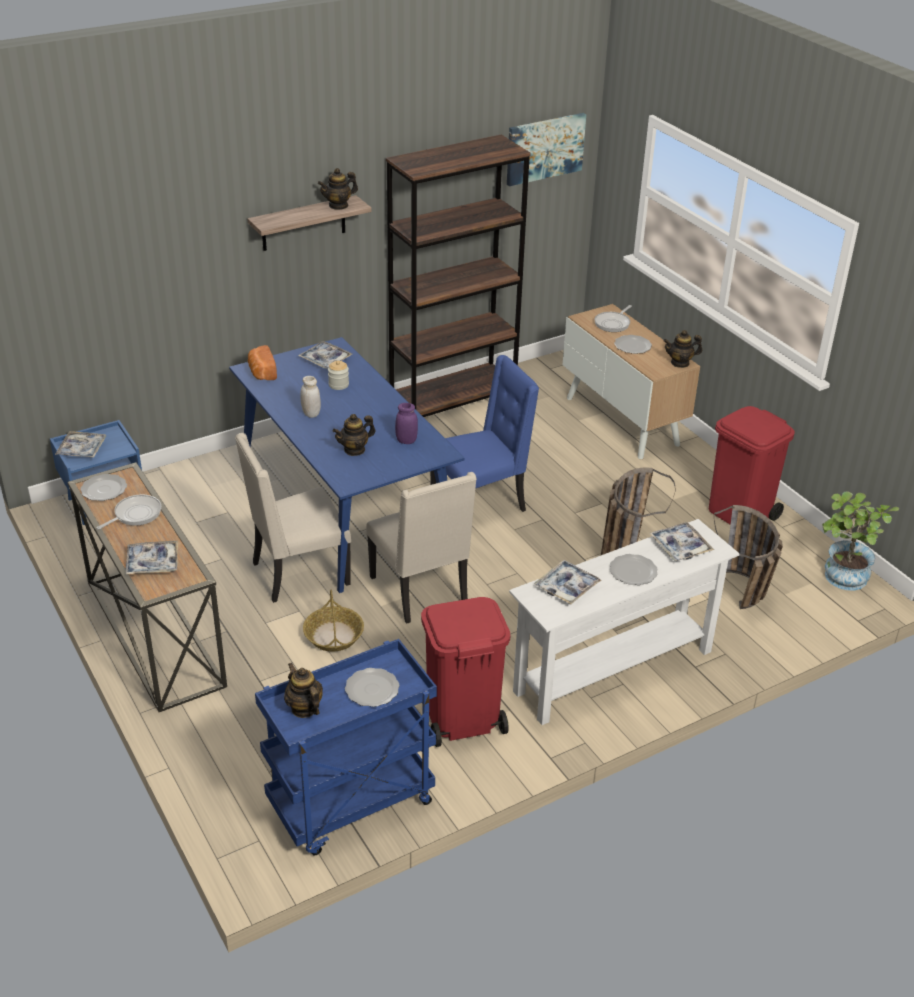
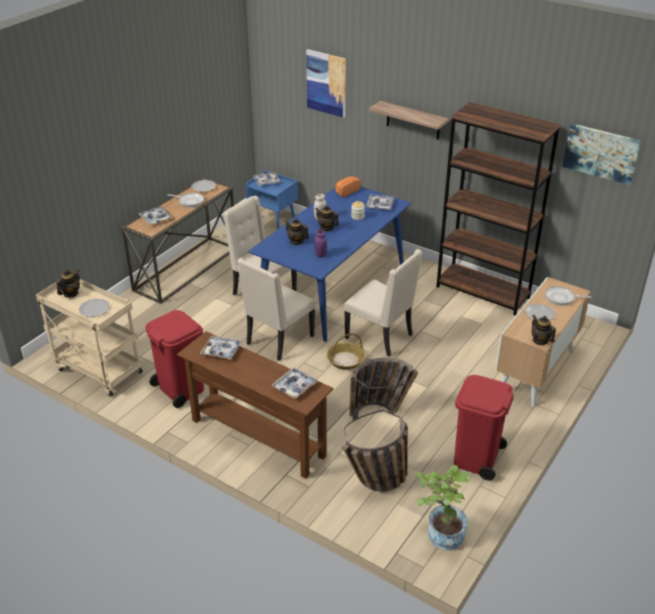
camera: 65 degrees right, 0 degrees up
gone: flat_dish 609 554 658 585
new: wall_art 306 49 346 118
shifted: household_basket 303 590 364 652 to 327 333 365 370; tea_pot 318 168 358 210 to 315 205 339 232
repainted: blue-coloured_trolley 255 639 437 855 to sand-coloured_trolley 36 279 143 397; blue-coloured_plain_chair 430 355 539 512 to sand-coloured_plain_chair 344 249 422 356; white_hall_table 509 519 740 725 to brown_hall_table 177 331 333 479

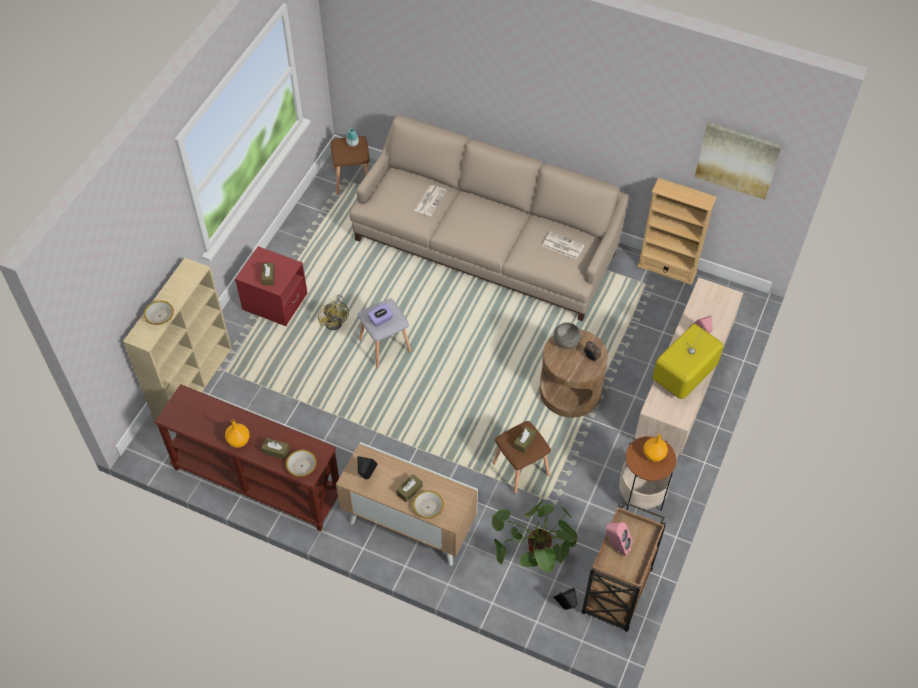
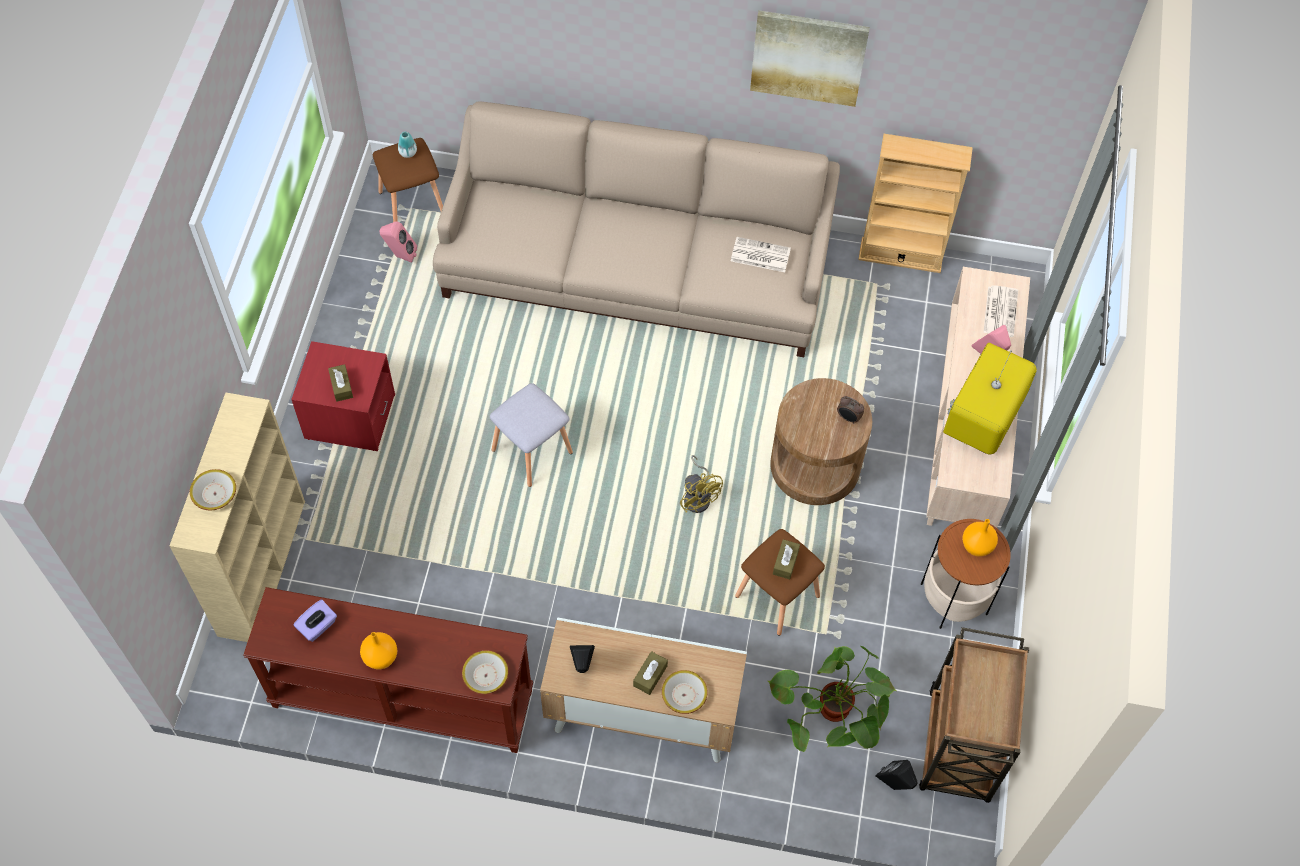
camera: 15 degrees left, 5 degrees up
gone: brown_box_of_tissues 261 438 289 460; gray_serving_bowl 553 322 581 349
shifted: yellowish_cooling_fan 318 295 349 330 to 680 455 723 513; purple-coloured_box_of_tissues 368 304 394 327 to 293 600 337 642; daily_paper 414 185 447 216 to 983 285 1018 337; pinkish_speaker 606 522 633 556 to 380 222 417 263; wall_art 695 122 782 200 to 750 10 870 107

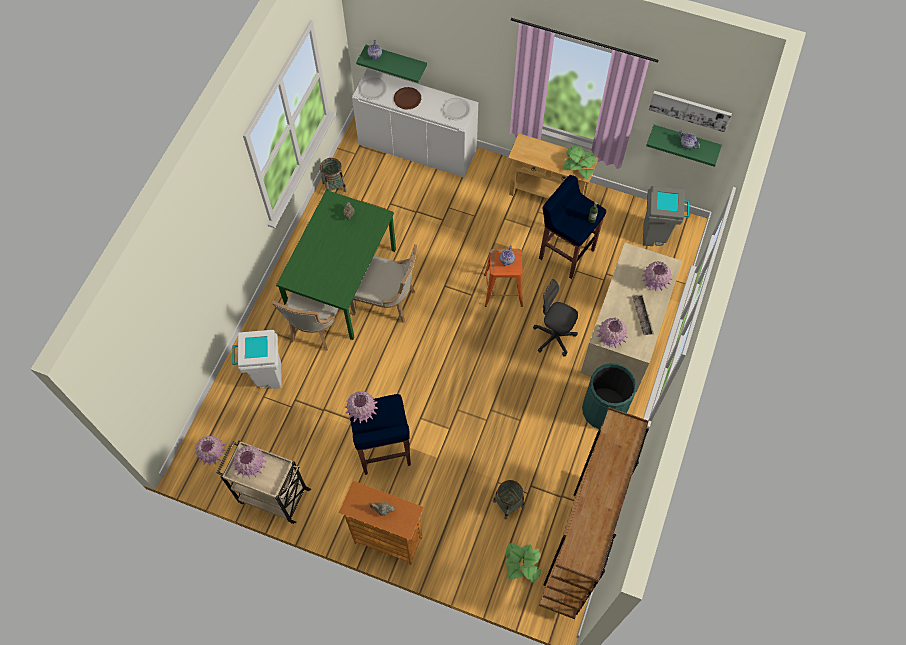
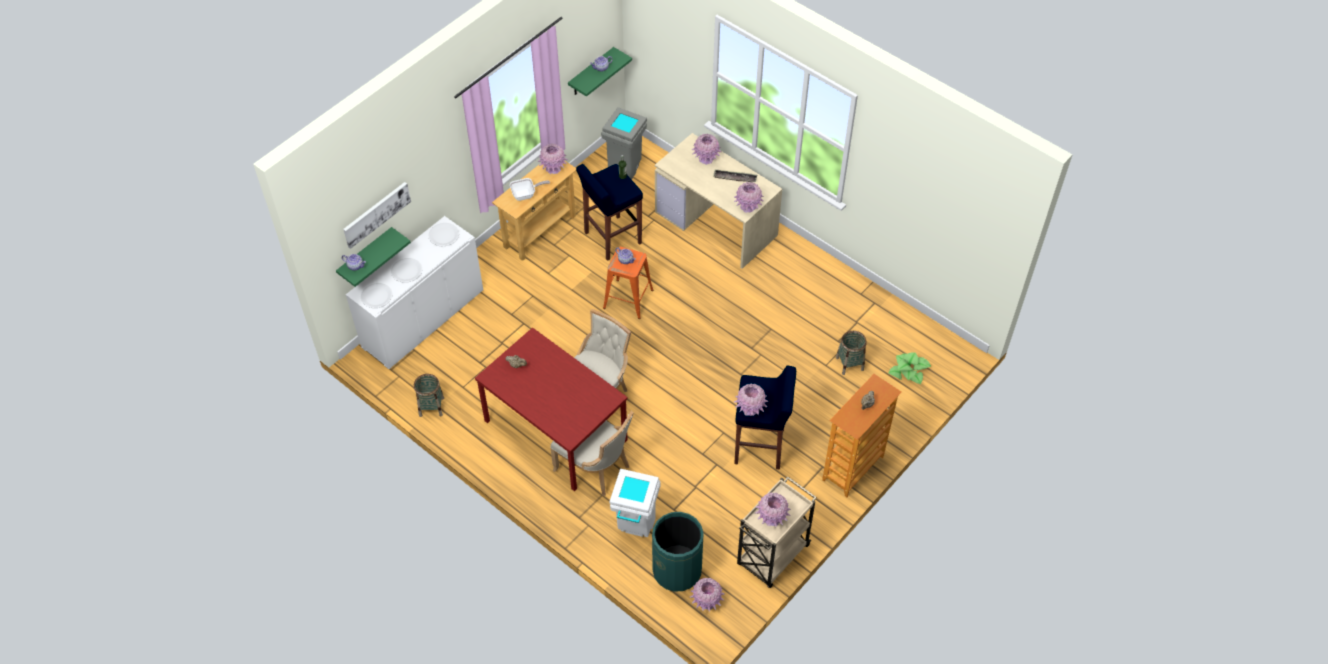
camera: 70 degrees left, 10 degrees down
gone: gray_office_chair 533 279 578 356; brown_bookshelf 539 407 649 619
new: skillet 510 178 550 201
shifted: green_waste_bin 582 363 637 429 to 652 512 704 592; wall_art 649 91 732 132 to 343 182 411 249
swapped: plant_in_a_pot 562 146 597 179 to pinkish_flower_vase 538 143 568 174
repainted: green_dinner_table 276 190 396 340 to red-coloured_dinner_table 475 328 628 491; brown_flat_dish 394 87 421 109 to white_flat_dish 391 258 422 283

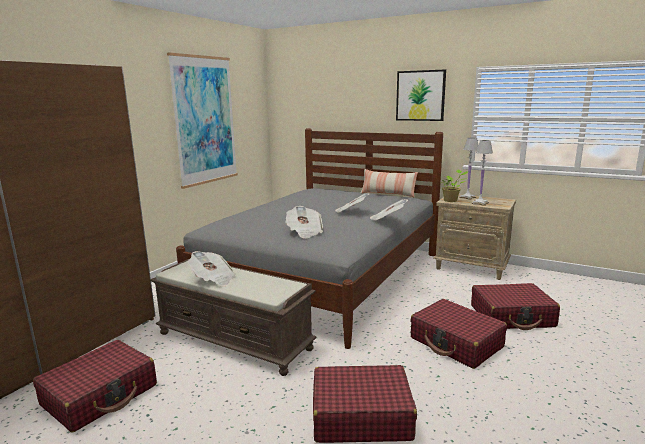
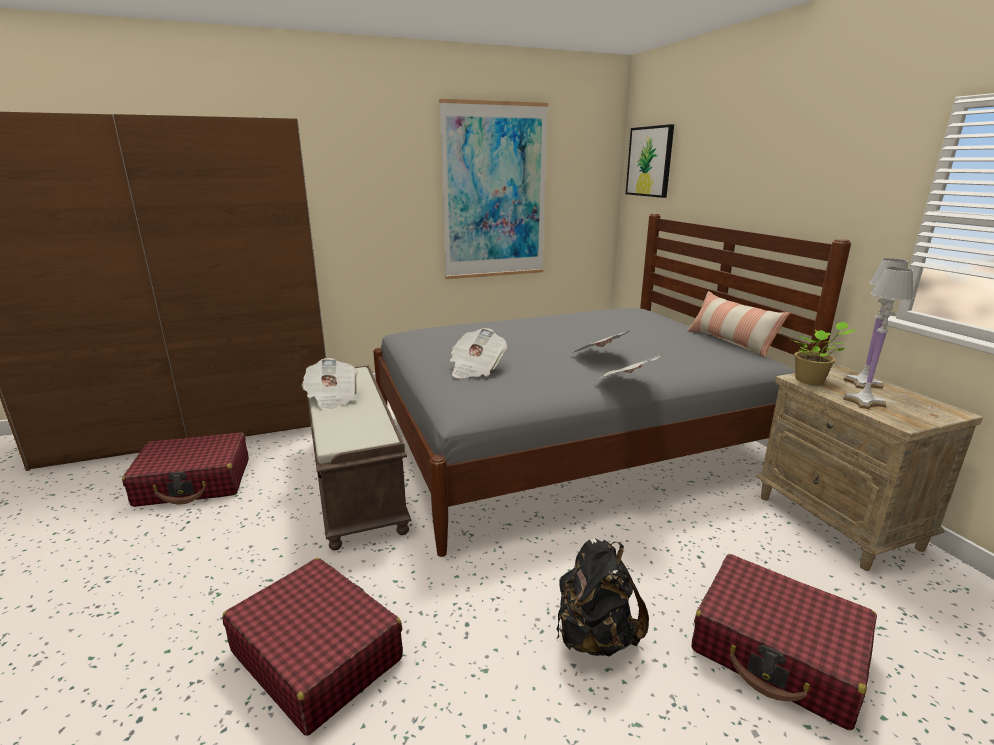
camera: 40 degrees right, 5 degrees up
shifted: wall_art 396 69 446 121 to 626 124 674 198
swapped: red-coloured_piece_of_luggage 410 299 507 369 to black-coloured_rucksack 557 538 649 657

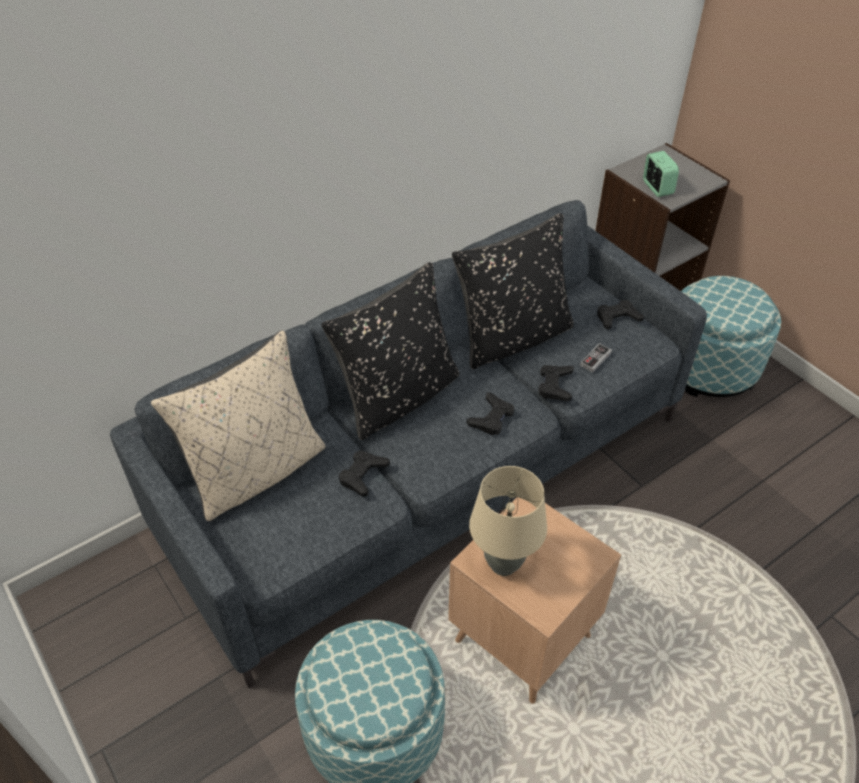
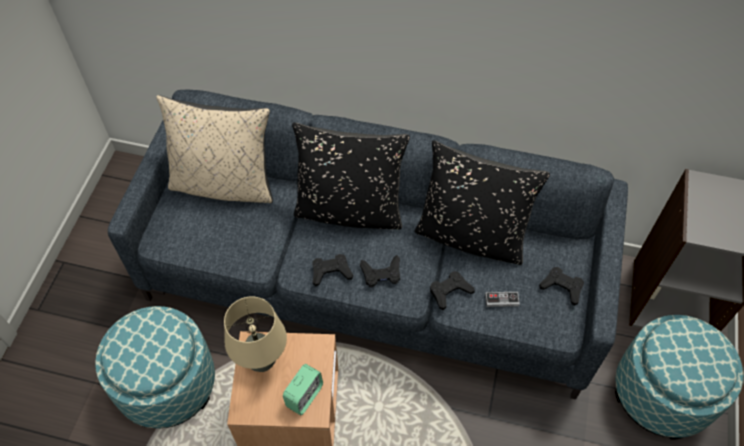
camera: 50 degrees right, 10 degrees up
shifted: black-coloured_joypad 339 450 390 496 to 312 254 353 286; table_clock 643 151 679 197 to 283 364 323 415

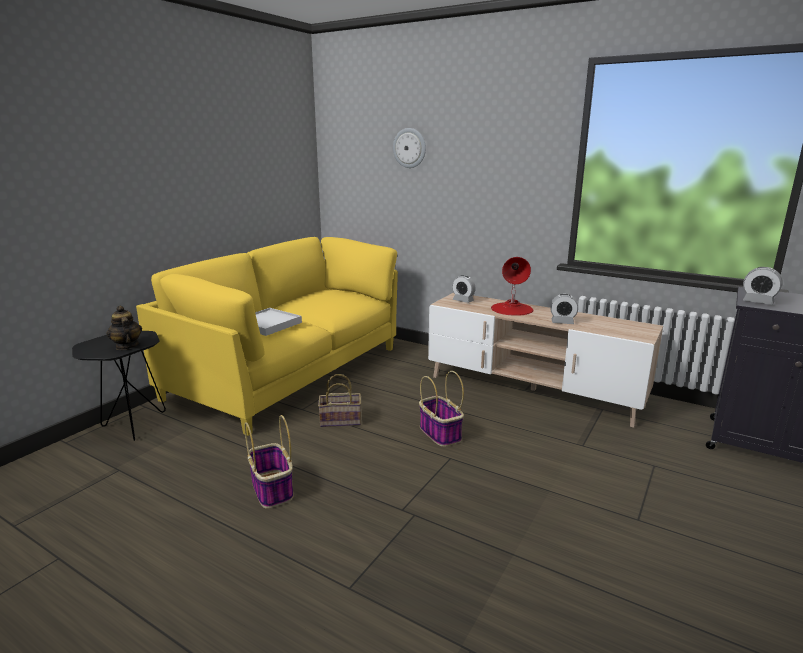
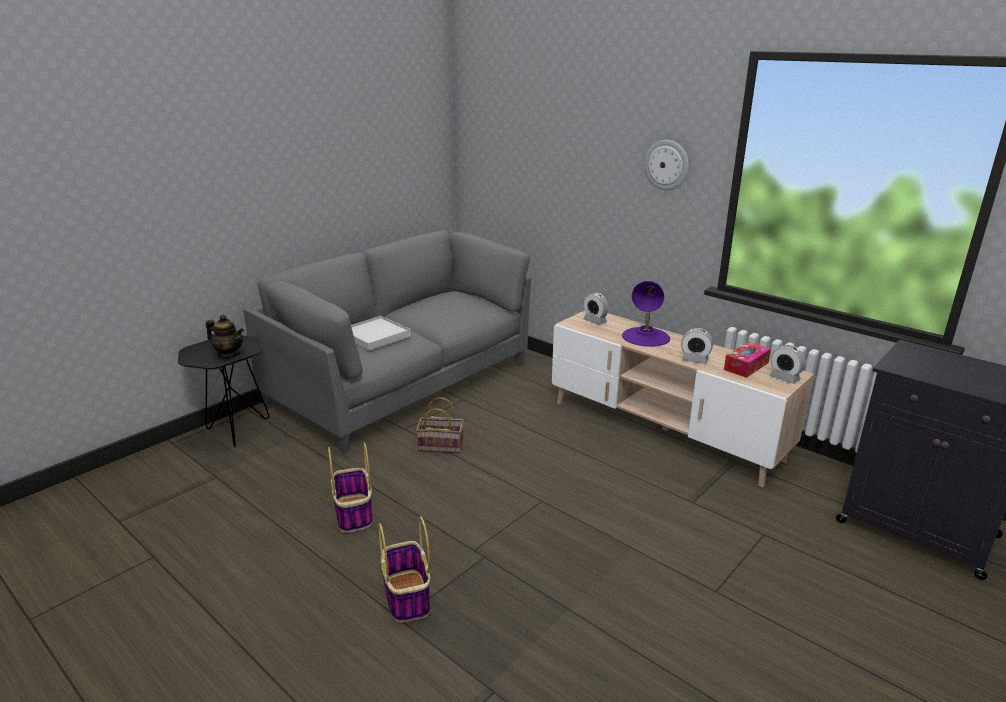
camera: 10 degrees right, 5 degrees up
new: box_of_tissues 724 342 771 378
shifted: clock_on_the_wall 393 128 426 168 to 644 140 689 190; household_basket 419 371 464 447 to 378 516 430 623; table_clock 743 267 783 305 to 770 345 805 384
repainted: yellowish_sofa 136 237 398 436 to gray_sofa 243 231 531 454; red-coloured_table_lamp 491 257 533 316 to purple-coloured_table_lamp 622 281 670 347
rotated: tea_pot 106 306 142 350 = 206 315 244 358 135 degrees clockwise

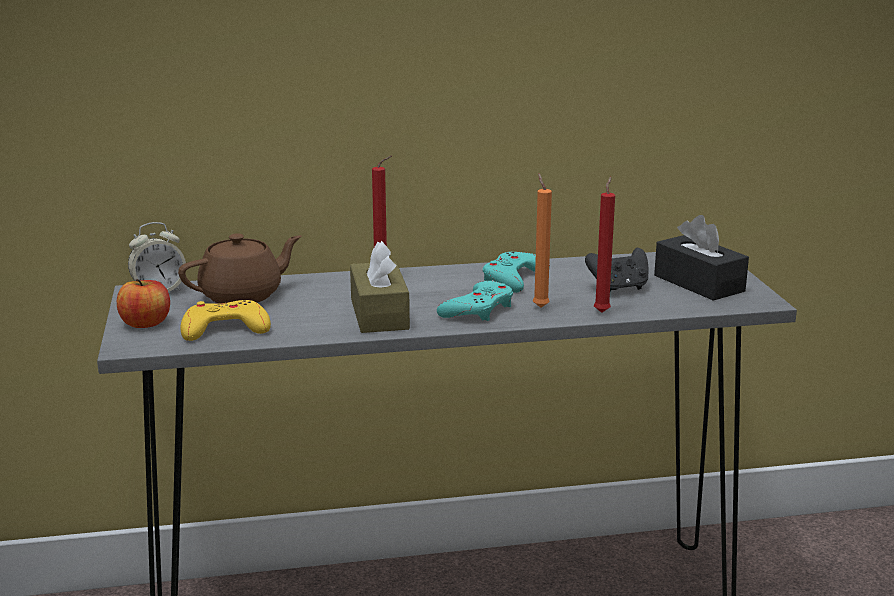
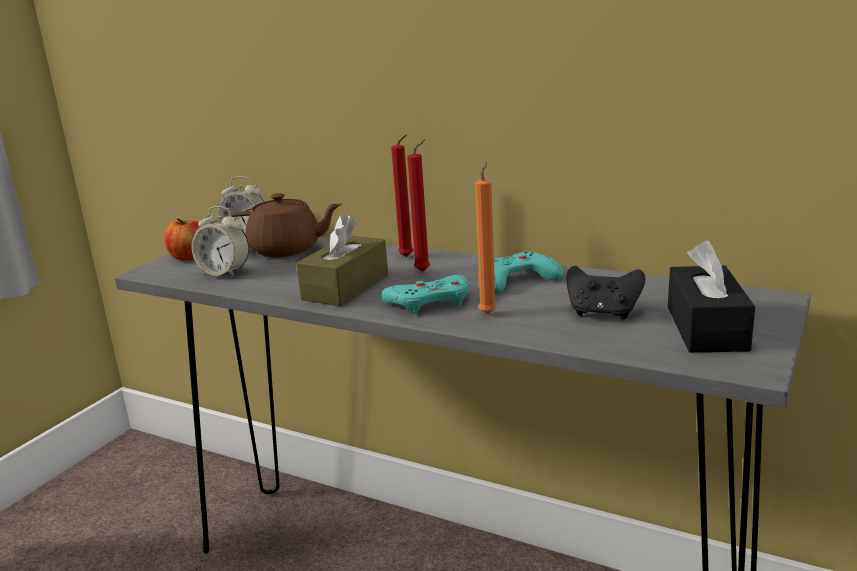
camera: 40 degrees right, 0 degrees up
shifted: red-coloured_wax_light 594 177 615 313 to 407 139 430 272
swapped: yellowish_joypad 180 300 271 341 to table_clock 191 206 249 277

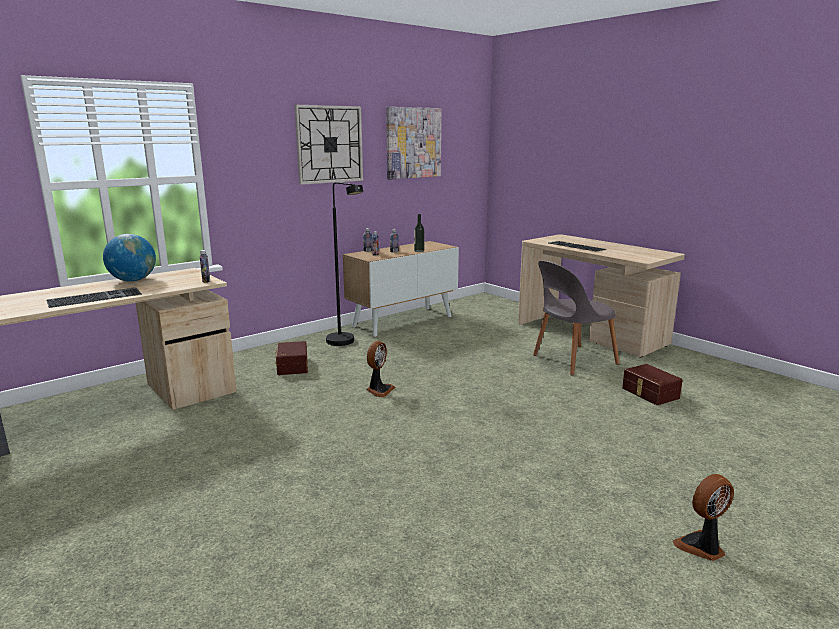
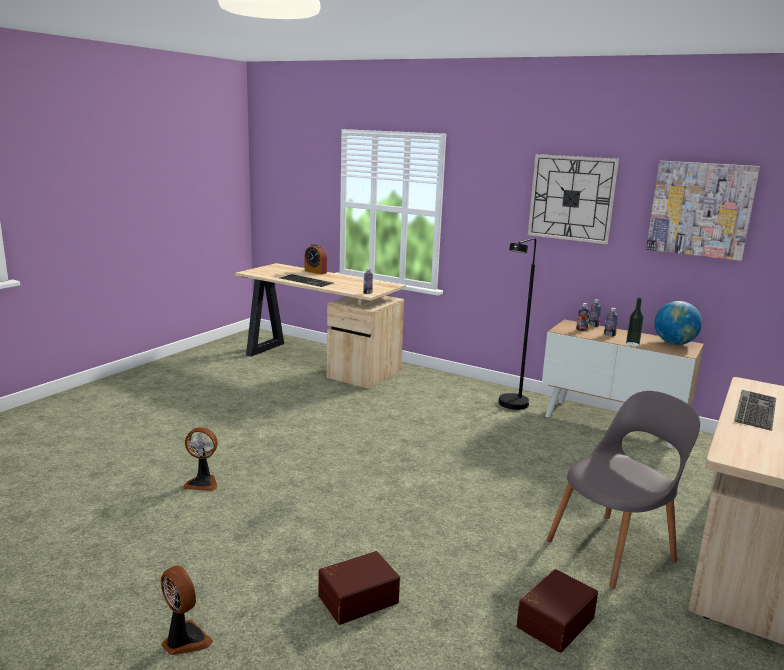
camera: 70 degrees right, 0 degrees up
new: table_clock 305 244 327 274
shifted: globe 103 234 156 282 to 654 301 702 345; brown_storage_box 275 341 308 375 to 318 551 400 625; cooling_fan 366 341 395 397 to 183 427 218 491
rotated: gray_plain_chair 533 260 619 376 = 546 391 700 589 105 degrees clockwise

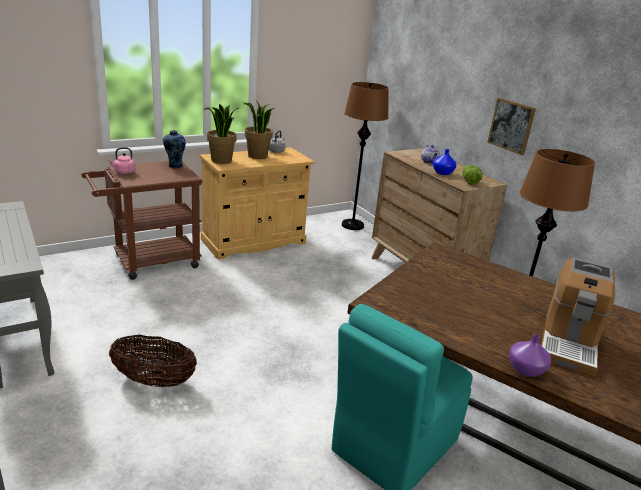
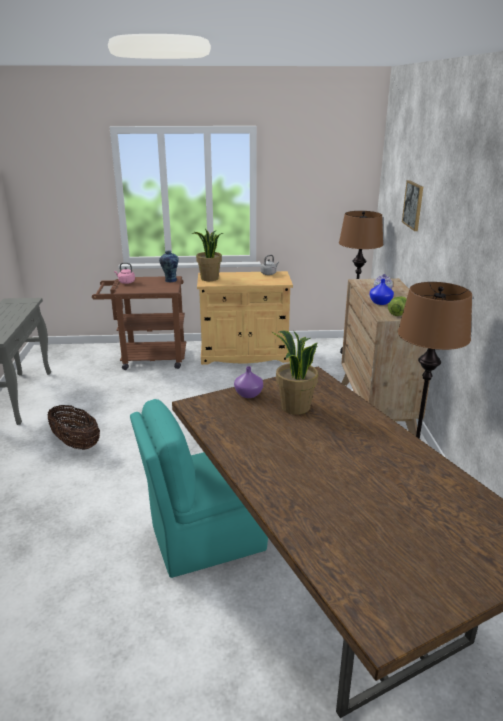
camera: 30 degrees right, 0 degrees up
gone: coffee_maker 541 258 615 376
shifted: plant_in_a_pot 243 100 275 159 to 272 330 318 414; wall_art 487 98 536 155 to 402 180 423 231; purple-coloured_flower_vase 509 334 551 377 to 234 366 263 398

